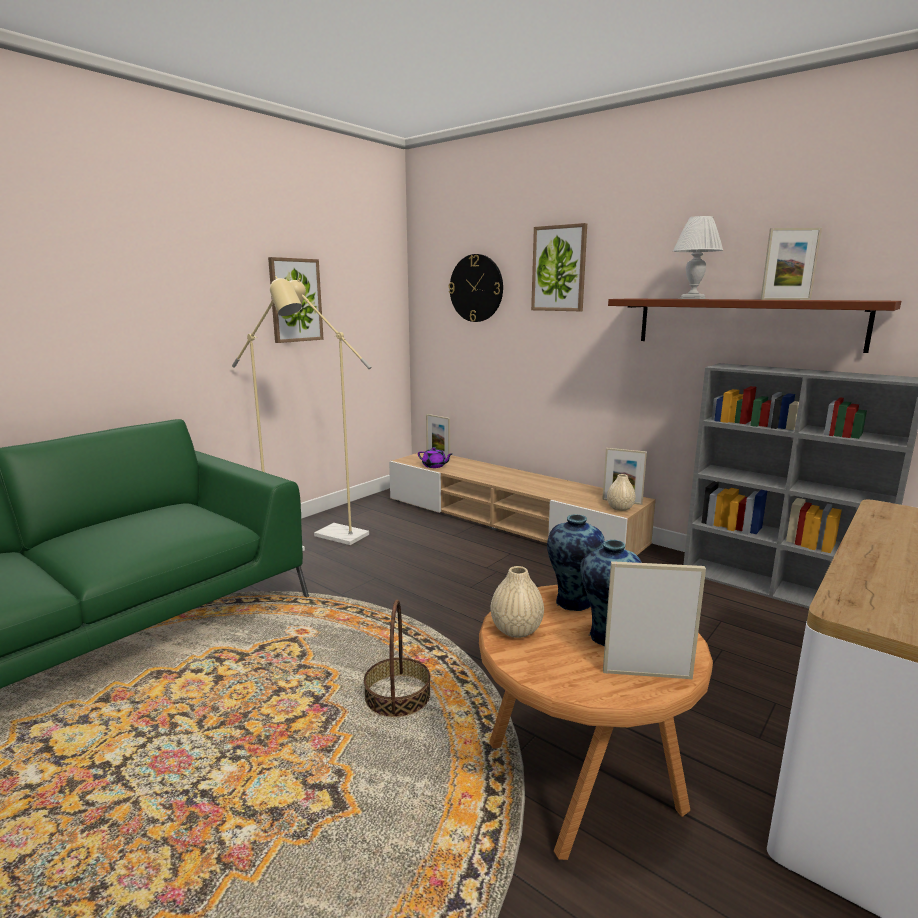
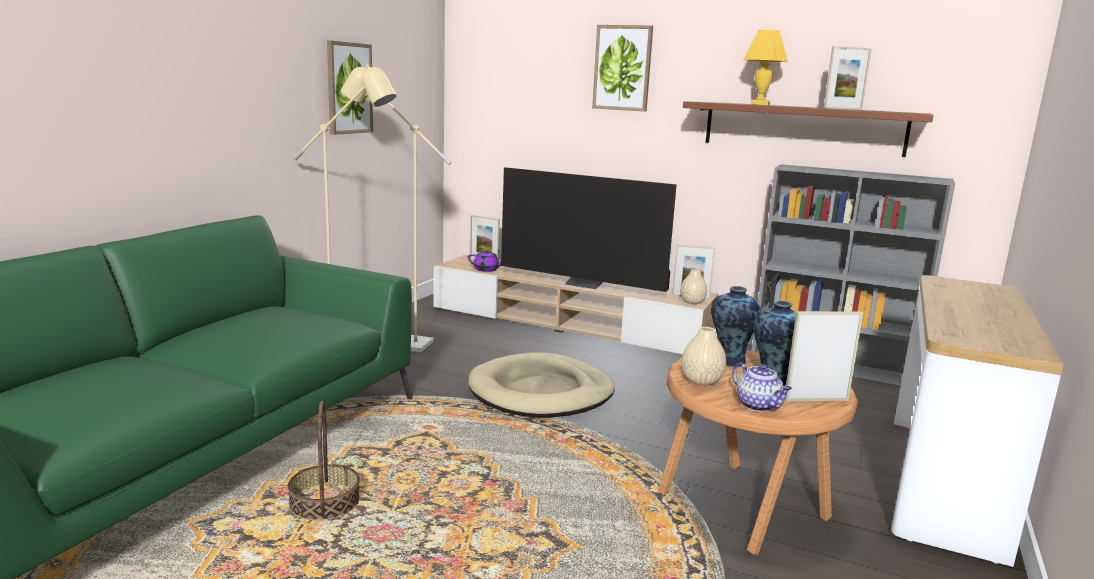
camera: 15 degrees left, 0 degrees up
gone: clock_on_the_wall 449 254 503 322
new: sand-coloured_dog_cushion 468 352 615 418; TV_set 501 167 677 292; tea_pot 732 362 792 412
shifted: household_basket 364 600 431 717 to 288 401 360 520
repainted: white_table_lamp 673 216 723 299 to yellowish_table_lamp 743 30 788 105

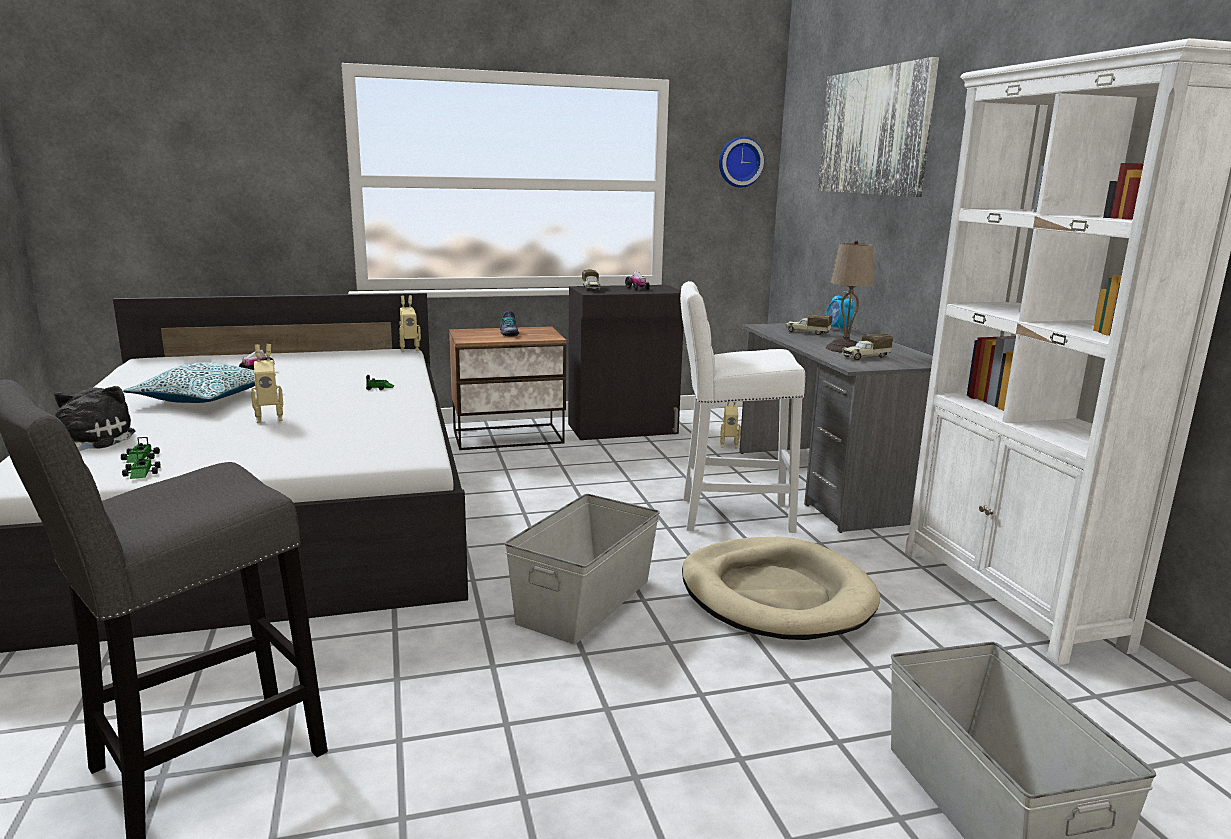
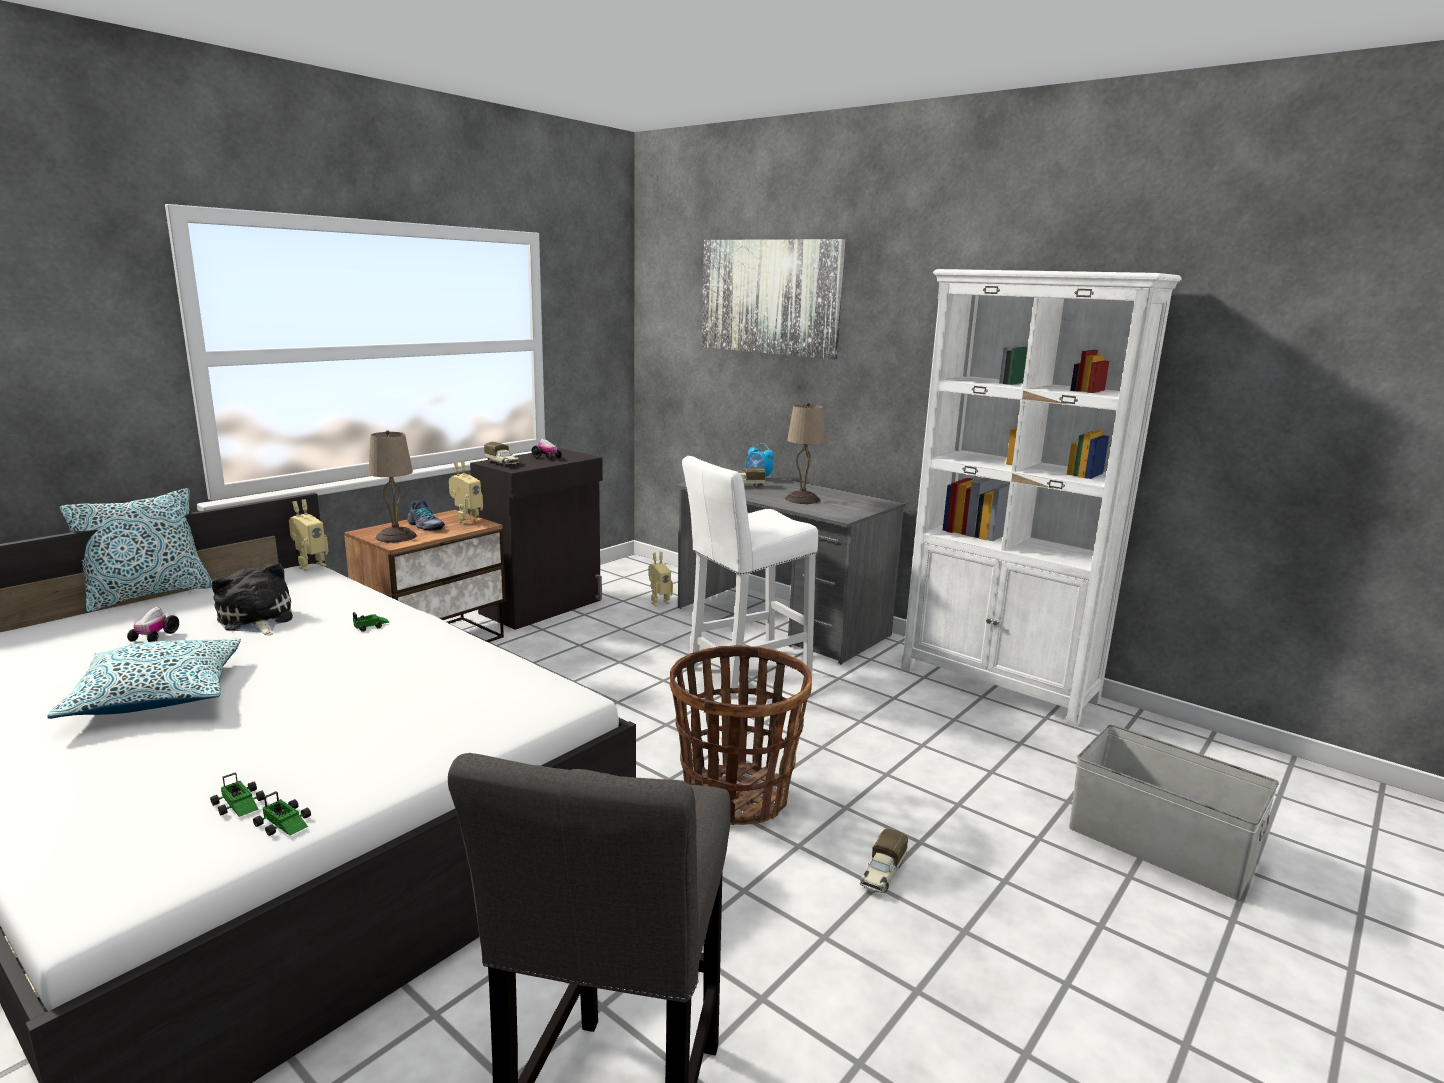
camera: 35 degrees left, 0 degrees up
gone: sand-coloured_dog_cushion 682 537 880 640; clock_on_the_wall 719 136 764 188
new: throw_pillow 60 488 212 613; sand-coloured_table_lamp 369 430 417 543
shifted: soft_toy 54 386 135 451 to 212 563 293 635; model_robot 251 344 283 423 to 449 461 483 525; toy_truck 842 334 893 360 to 860 828 908 893
swapped: gray_storage_box 505 494 660 644 to household_basket 670 645 812 825

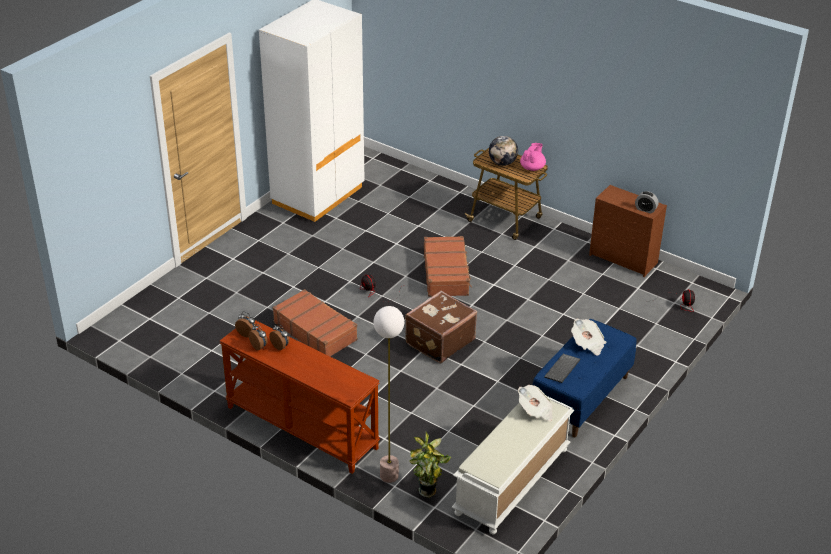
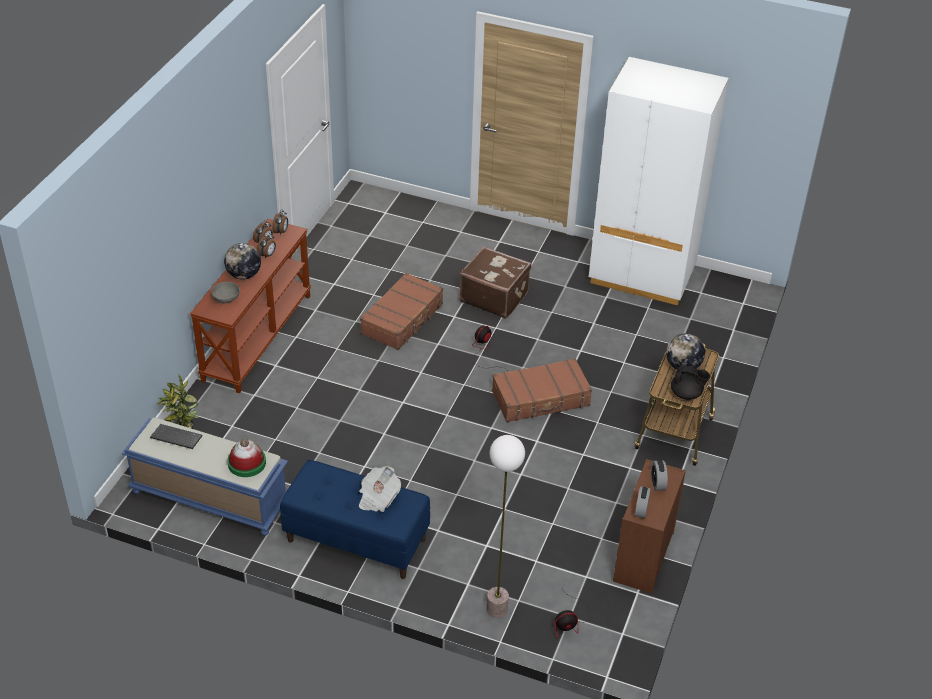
camera: 75 degrees right, 5 degrees up
new: gray_serving_bowl 211 282 240 303; globe 224 243 261 280; table_clock 651 460 668 491
shifted: floor_lamp 374 306 404 483 to 487 435 525 618; brown_piece_of_luggage 405 291 477 363 to 459 246 531 318; keyboard 544 354 581 383 to 150 424 203 449
swapped: daily_paper 518 385 554 421 to clothing_hat 227 438 266 477
repainted: white_indoor_bench 452 396 574 534 to blue-coloured_indoor_bench 121 417 288 536; pinkish_tea_pot 520 143 546 171 to black-coloured_tea_pot 671 366 710 400

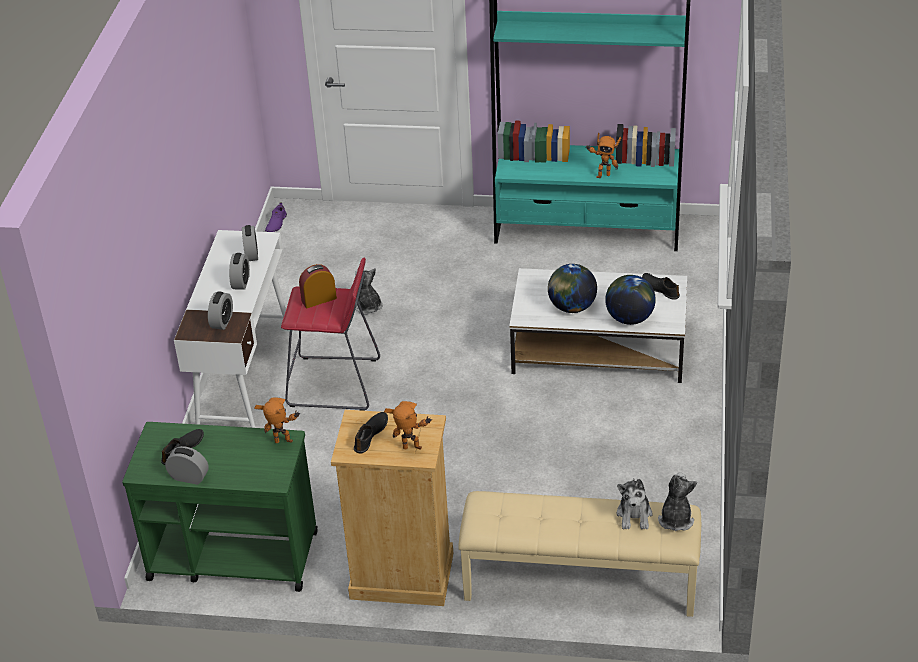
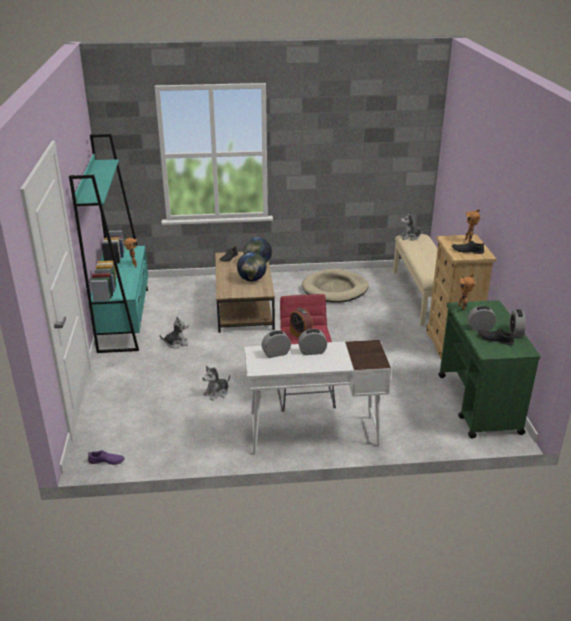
camera: 105 degrees left, 10 degrees down
new: sand-coloured_dog_cushion 302 269 369 303
shifted: table_clock 208 291 233 330 to 467 306 496 331; soft_toy 617 479 653 529 to 160 316 189 348
repainted: white_low_table 509 268 687 383 to brown_low_table 215 252 275 333

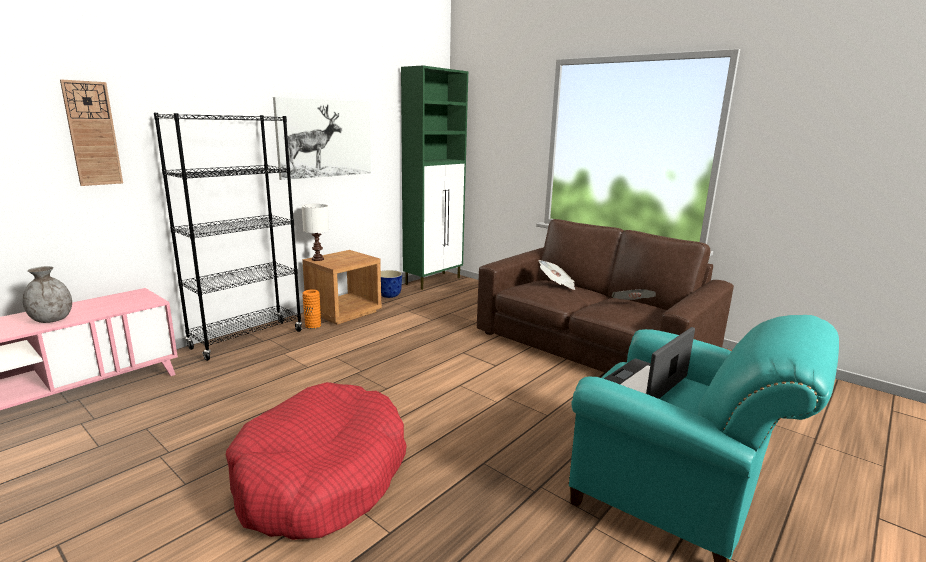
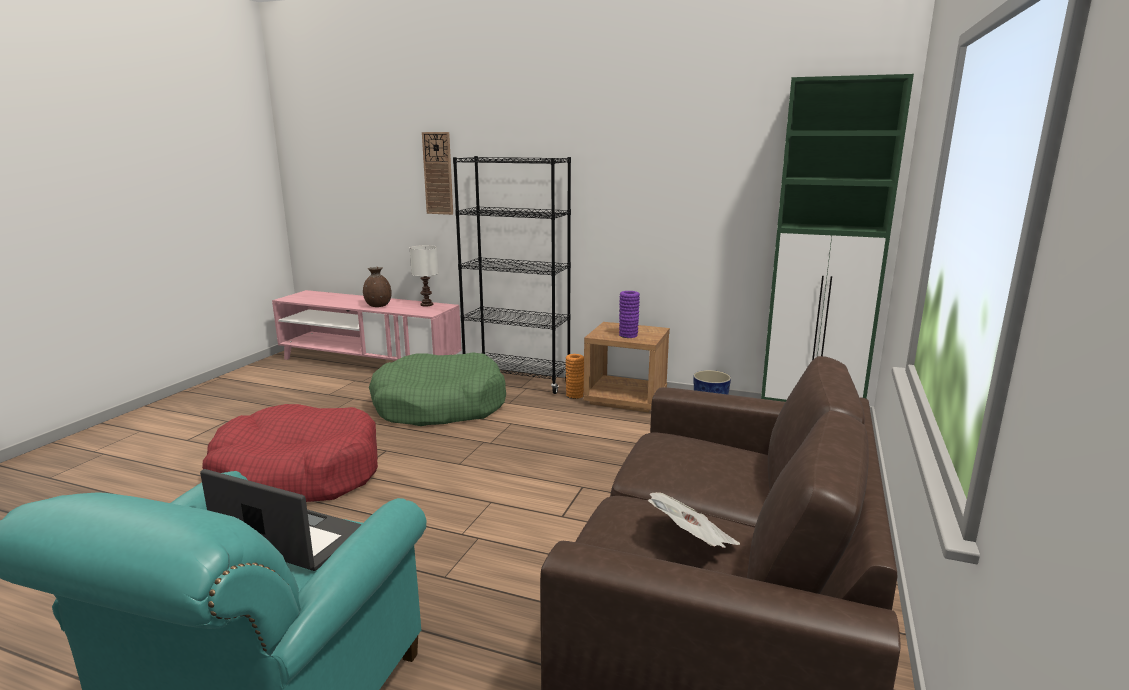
camera: 70 degrees right, 0 degrees up
gone: wall_art 273 97 371 180; daily_paper 538 260 575 290
new: green_dog_cushion 369 352 506 426; purple-coloured_flower_vase 619 291 640 338
shifted: white_table_lamp 302 204 329 261 to 410 245 438 306
repainted: gray_flower_vase 22 266 72 323 to brown_flower_vase 363 267 392 307

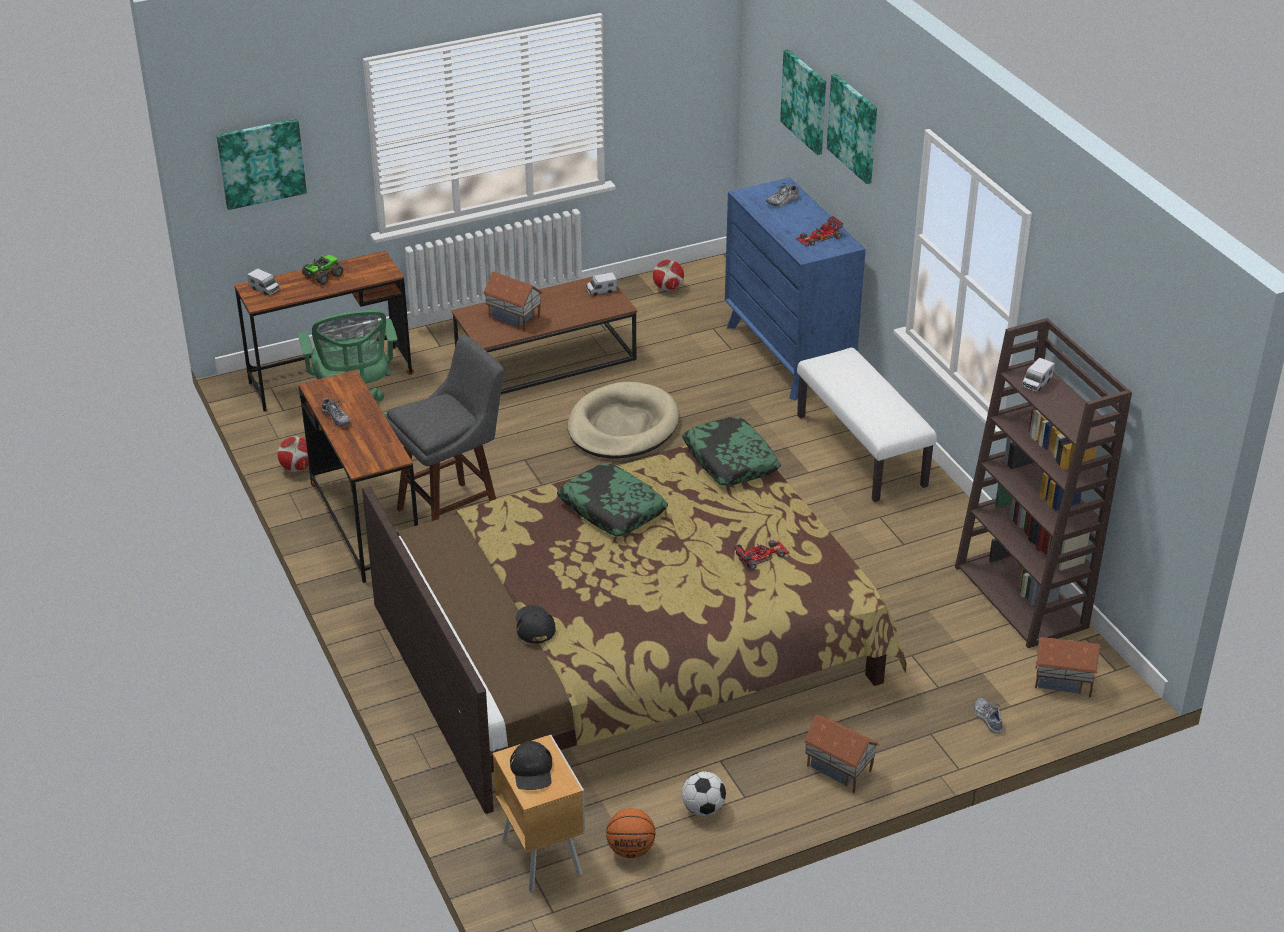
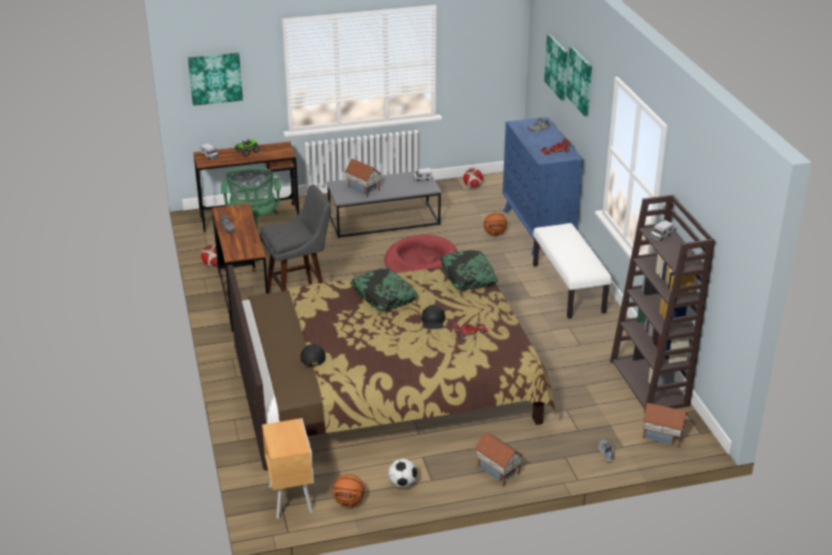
camera: 10 degrees right, 5 degrees down
new: basketball_ball 484 212 507 236
shifted: black-coloured_baseball_cap 510 741 552 790 to 422 305 445 329
repainted: brown_low_table 451 273 637 394 to gray_low_table 327 171 442 238; sand-coloured_dog_cushion 568 382 679 459 to red-coloured_dog_cushion 384 235 457 273

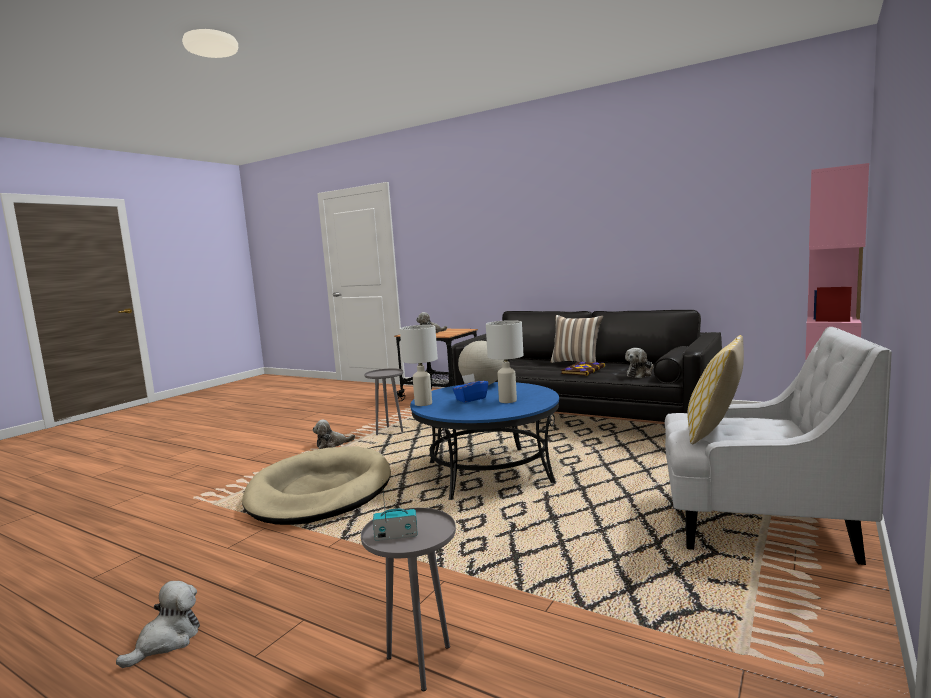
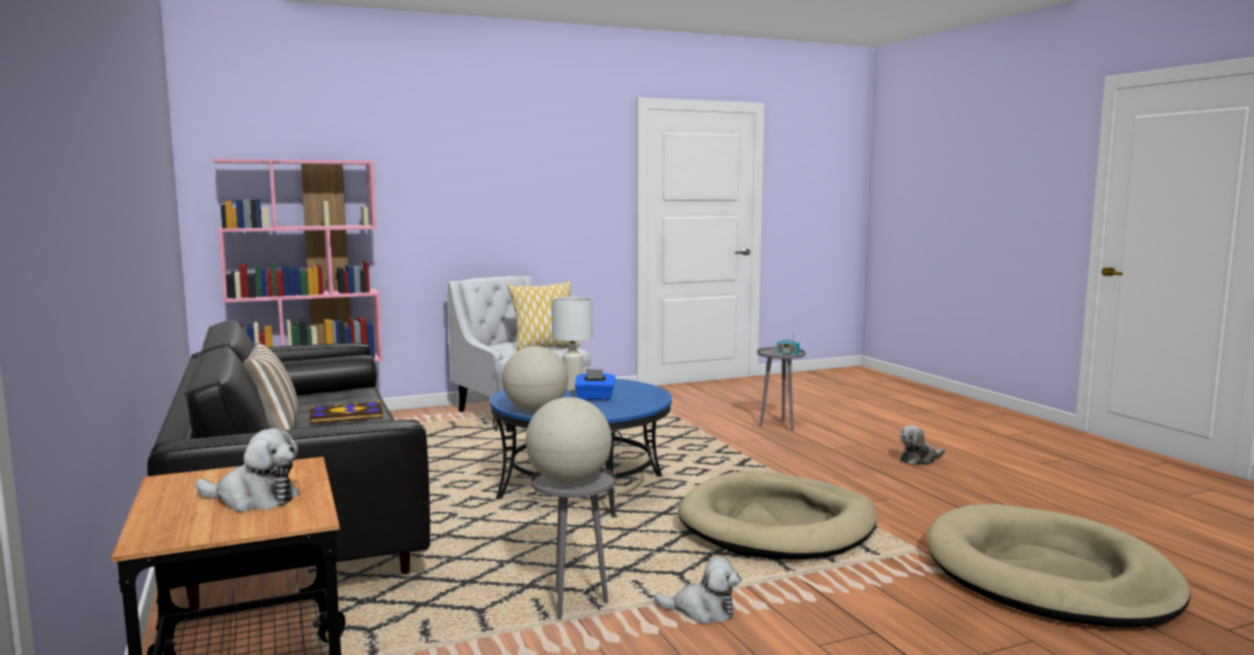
camera: 145 degrees left, 0 degrees up
gone: white_table_lamp 400 325 438 406; soft_toy 625 348 654 378
new: globe 526 397 612 484; sand-coloured_dog_cushion 927 504 1191 628

